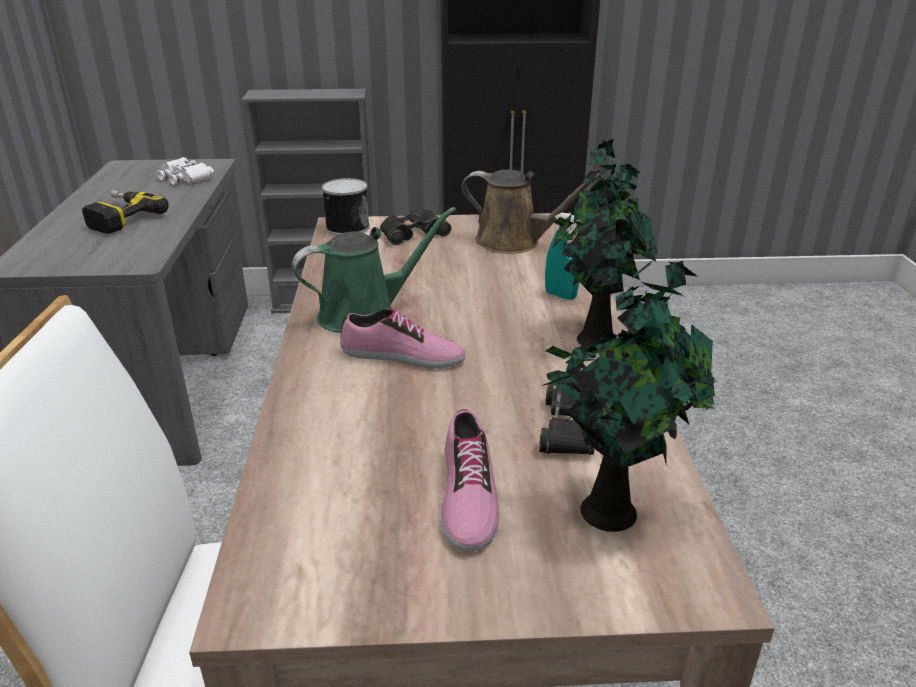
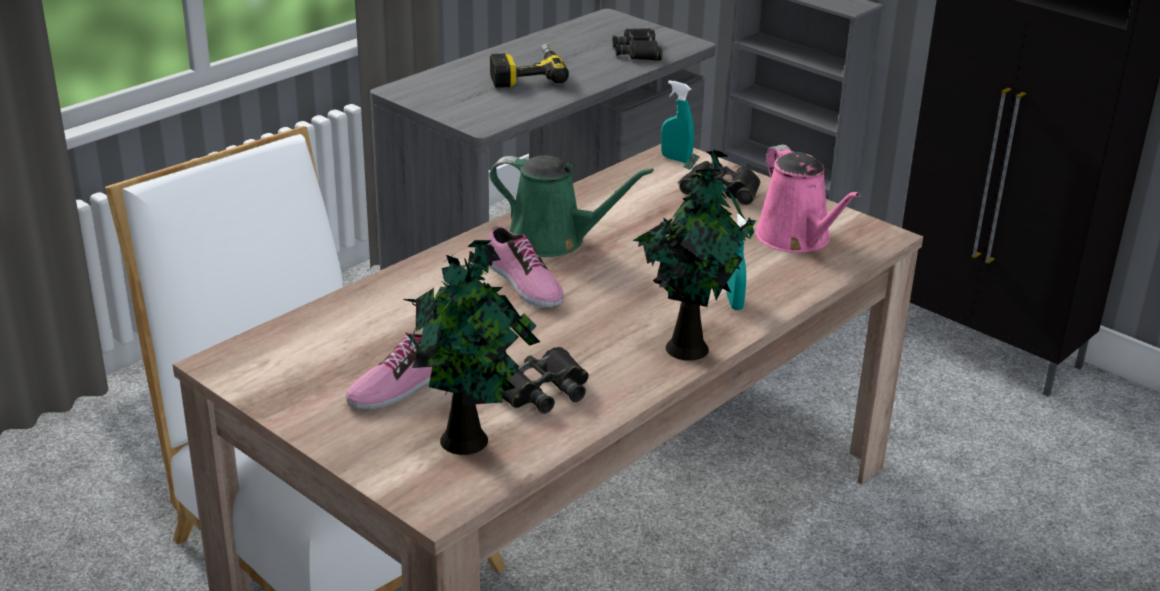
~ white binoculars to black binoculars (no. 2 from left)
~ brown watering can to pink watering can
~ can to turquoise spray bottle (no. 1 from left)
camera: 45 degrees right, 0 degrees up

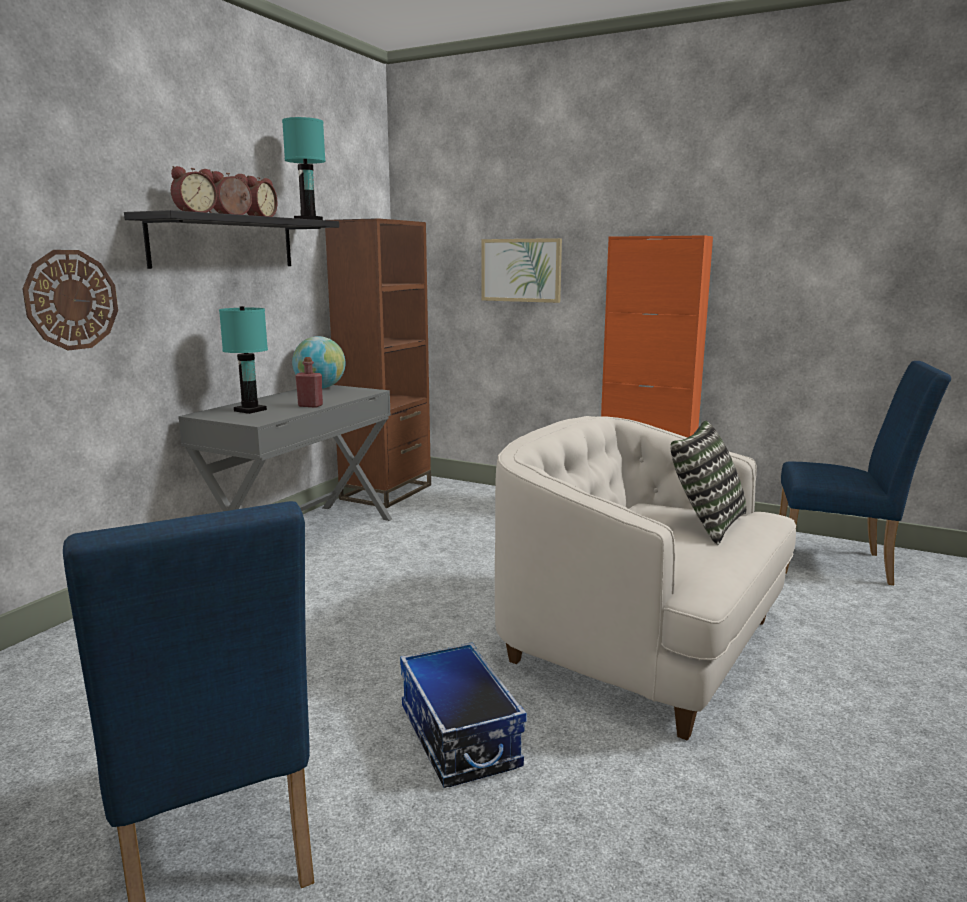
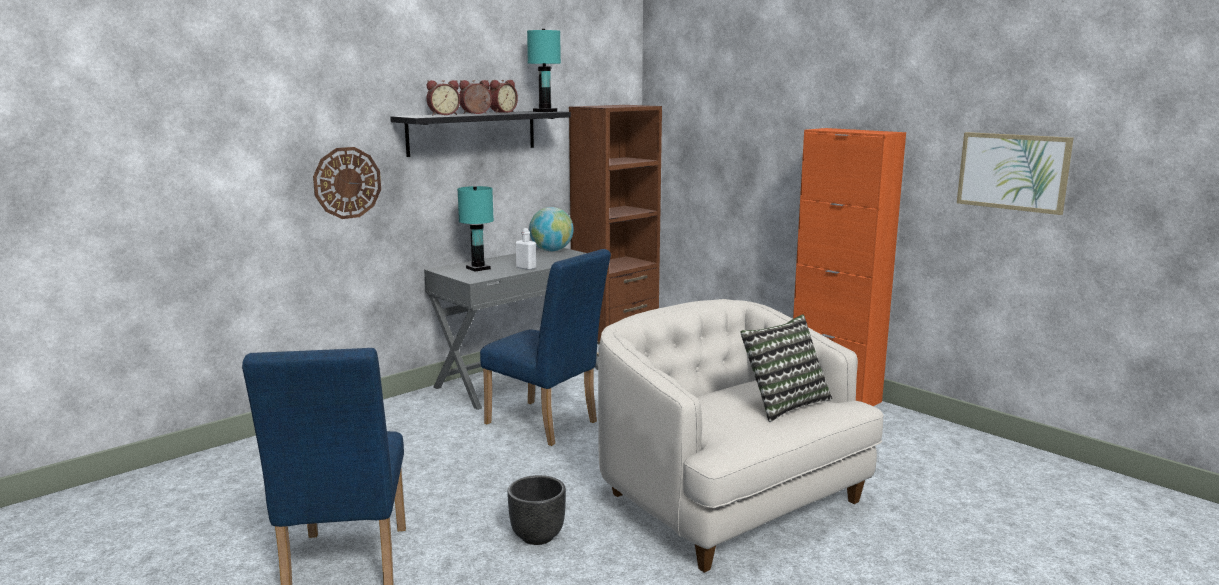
~ picture
~ red bottle to white bottle
~ blue chair (no. 2 from left)
~ storage box to black planter
camera: 20 degrees right, 0 degrees up

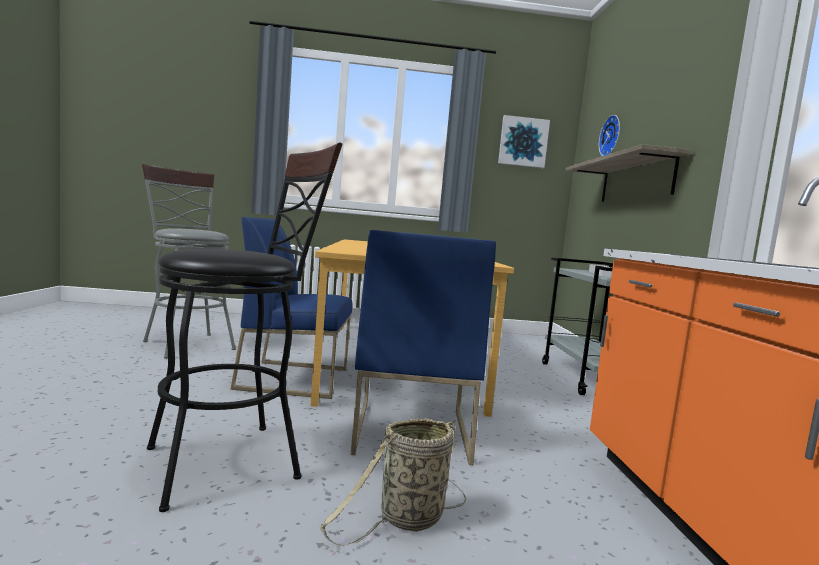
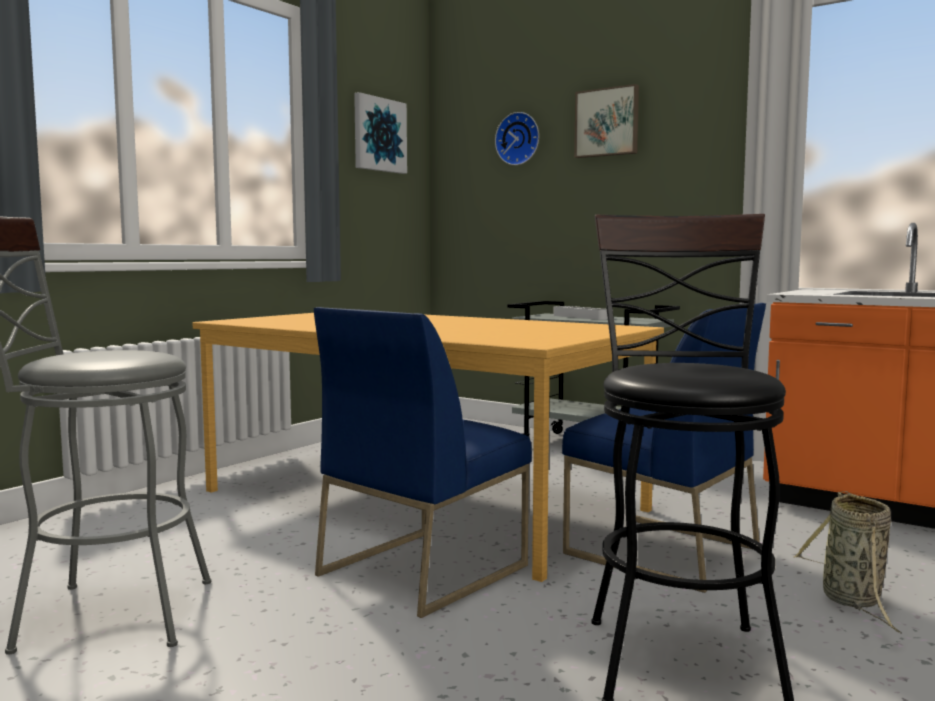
- shelf
+ picture (no. 2 from left)
camera: 50 degrees left, 0 degrees up

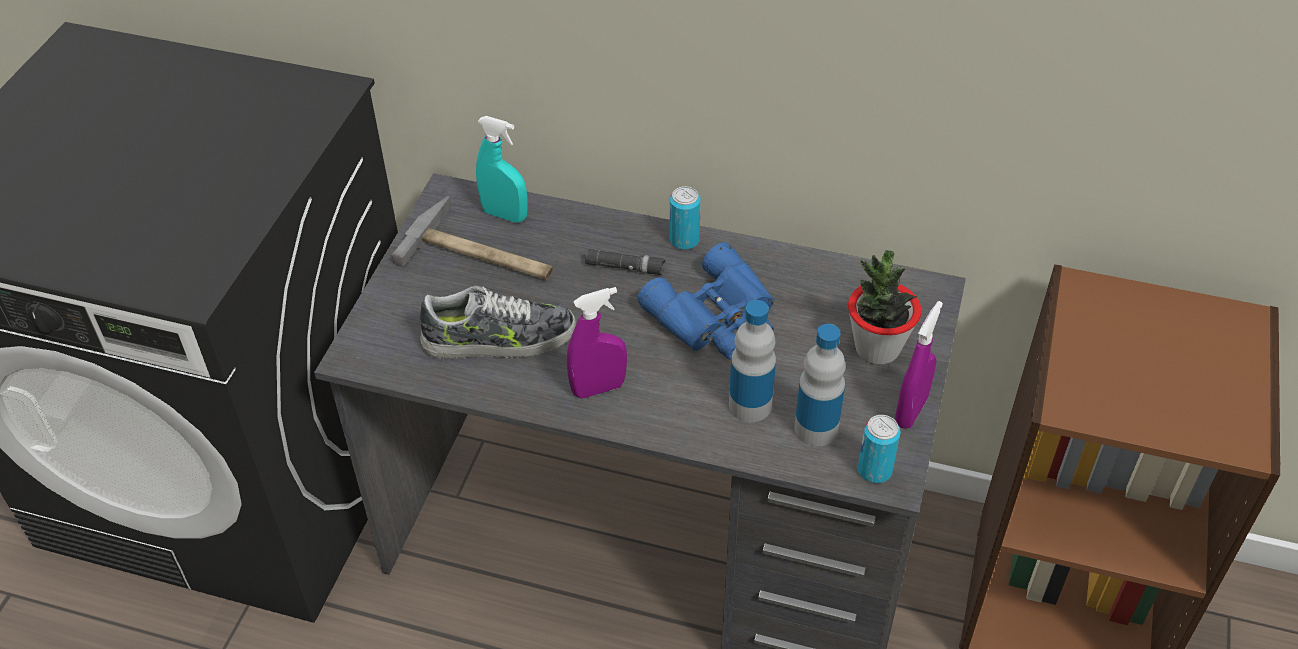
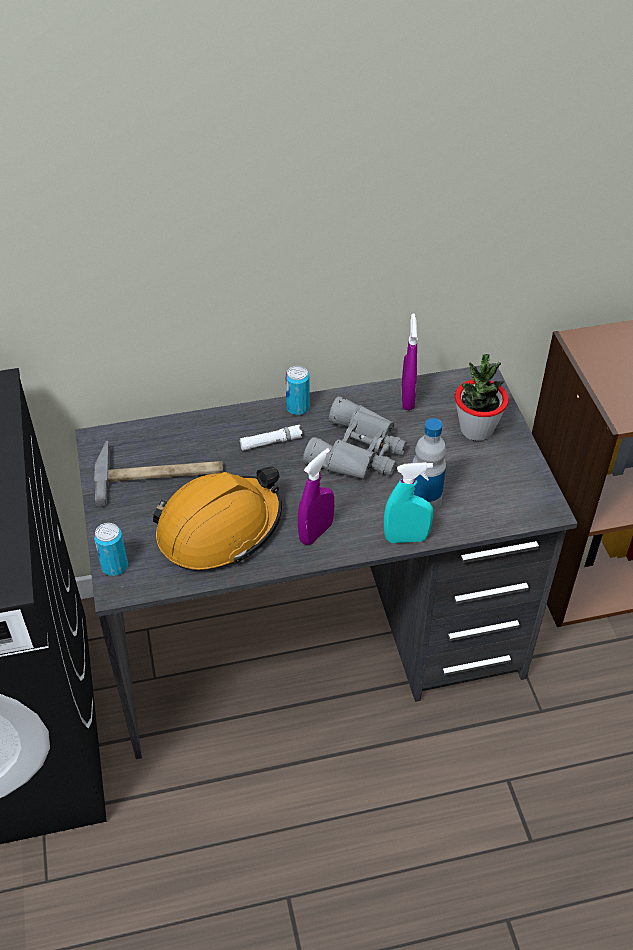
~ turquoise spray bottle
~ blue binoculars to grey binoculars
~ black flashlight to white flashlight
~ shoe to orange hard hat
~ purple spray bottle (no. 2 from left)
- bottle (no. 2 from left)
~ can (no. 2 from left in the first image) to can (no. 1 from left)
camera: 30 degrees left, 0 degrees up

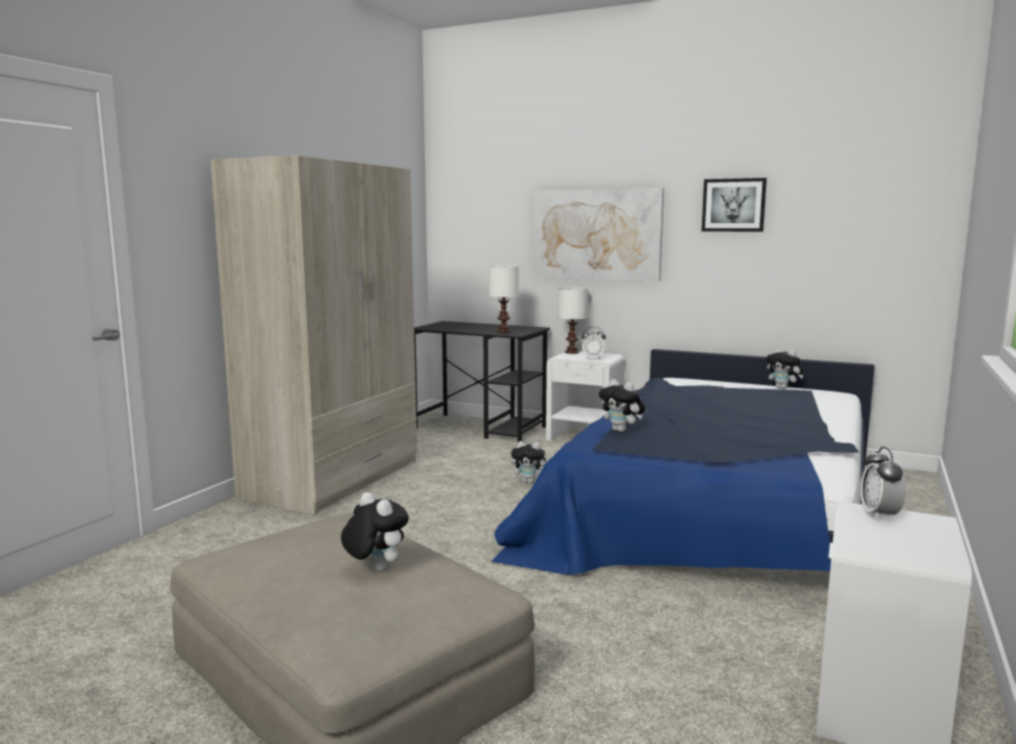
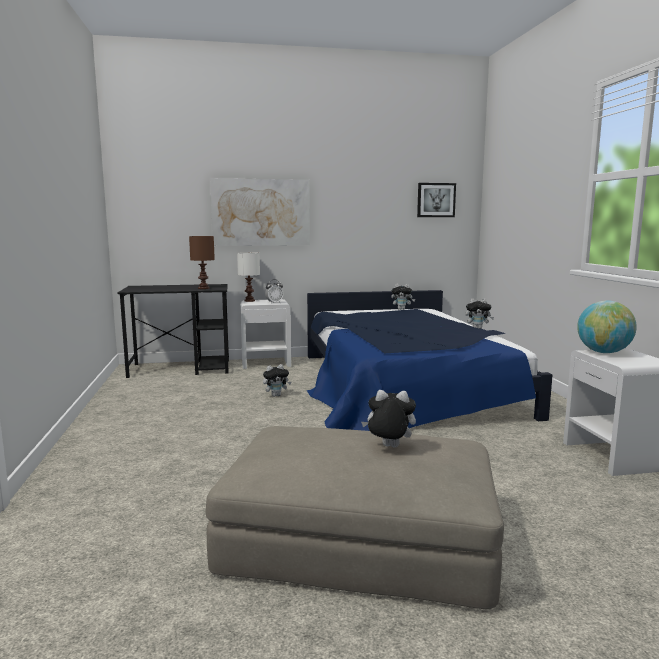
- beige wardrobe
~ picture (no. 2 from left)
~ white table lamp (no. 1 from left) to brown table lamp
~ plush toy (no. 3 from left in the first image) to plush toy (no. 4 from left)
~ alarm clock (no. 2 from left) to globe
camera: 35 degrees left, 0 degrees up

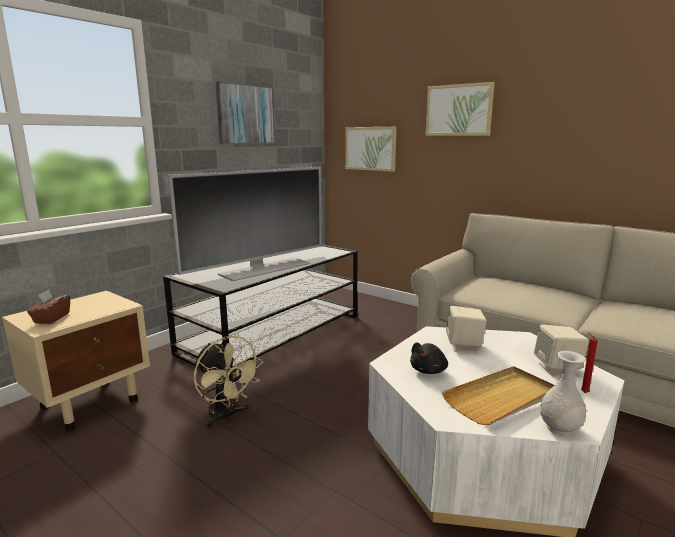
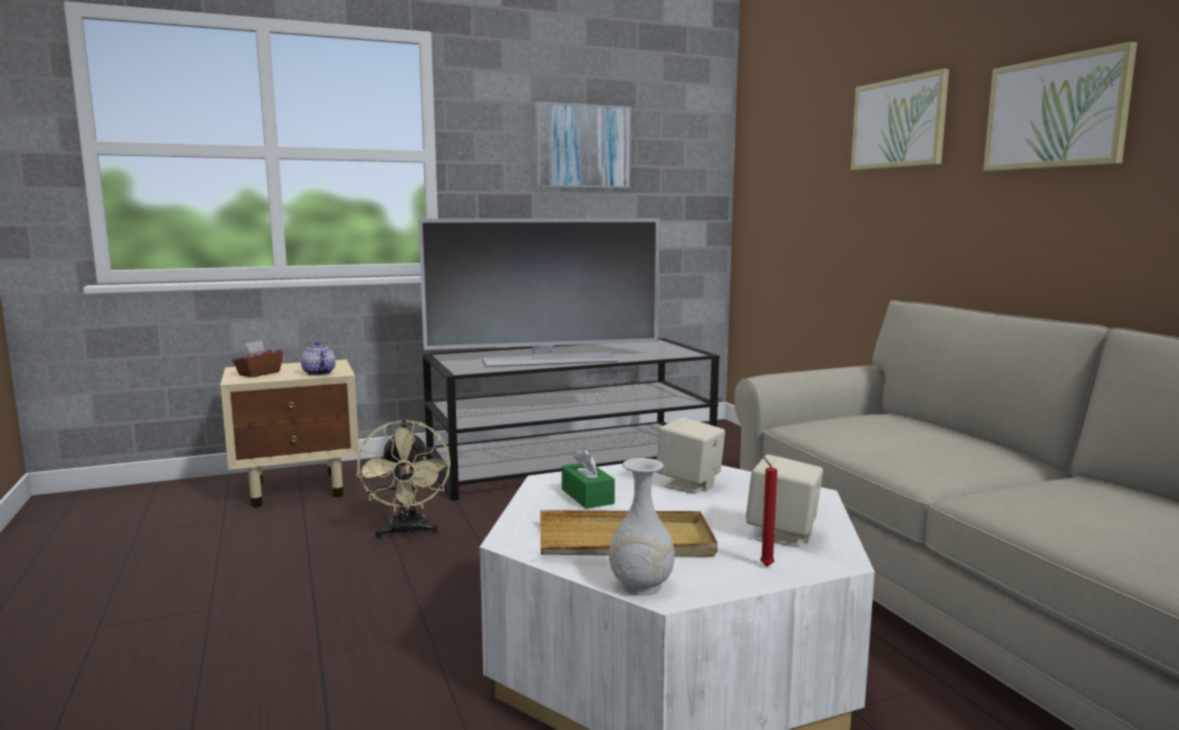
~ picture (no. 2 from left in the first image) to picture (no. 3 from left)
~ black plush toy to green tissue box
+ teapot
camera: 30 degrees right, 5 degrees down

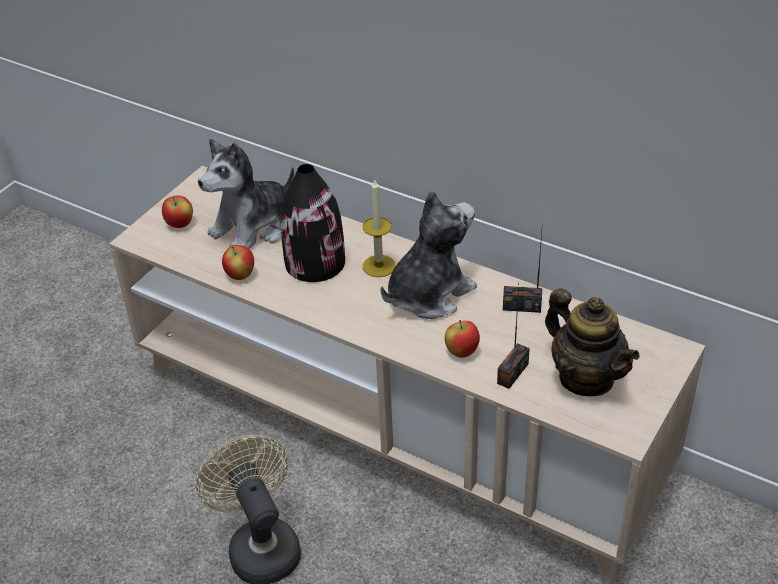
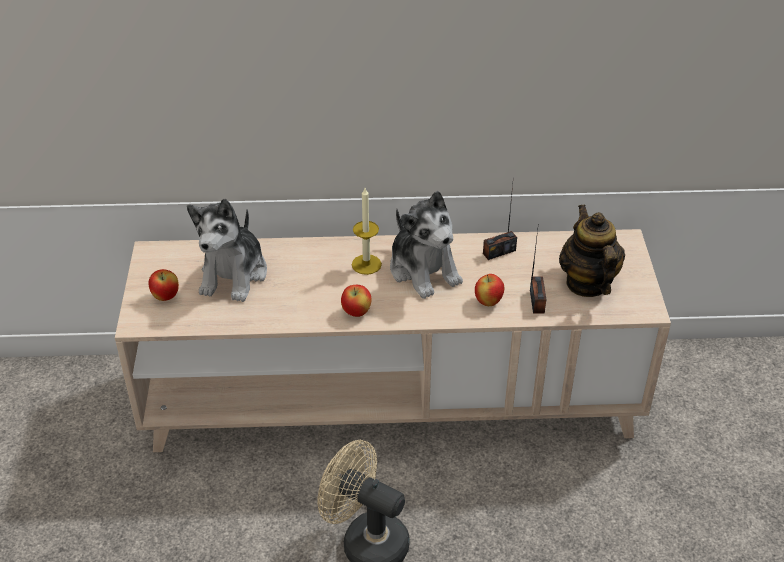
- black vase
~ plush toy (no. 2 from left) 135 degrees clockwise
~ apple (no. 2 from left)
~ teapot 120 degrees counterclockwise
camera: 35 degrees left, 0 degrees up

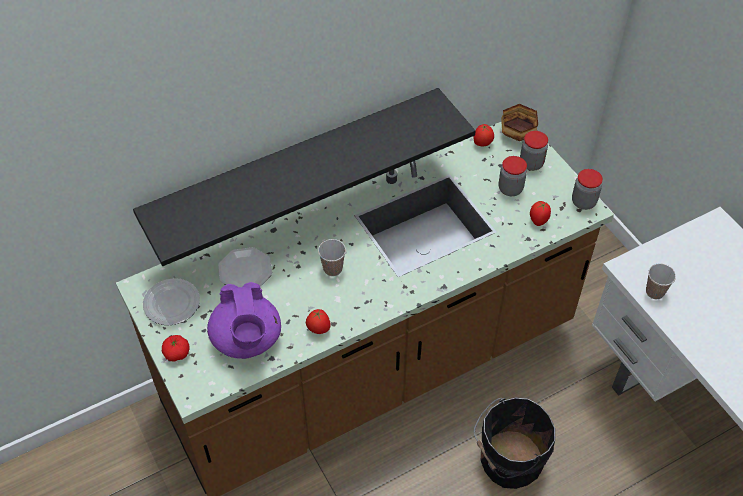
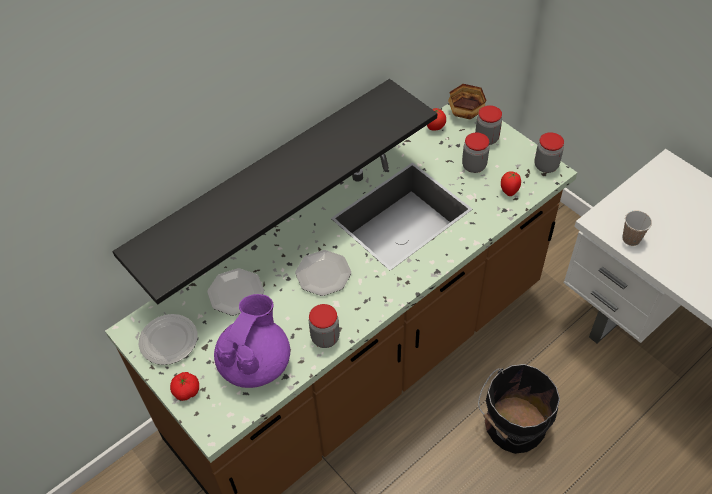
~ cup (no. 1 from left) to plate (no. 3 from left)
~ purple teapot 135 degrees counterclockwise
~ tomato (no. 2 from left) to jar (no. 1 from left)
camera: 10 degrees left, 0 degrees up

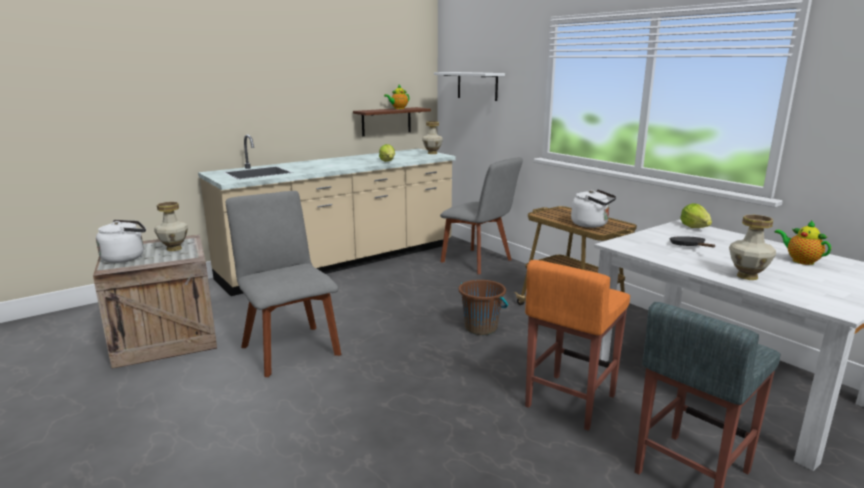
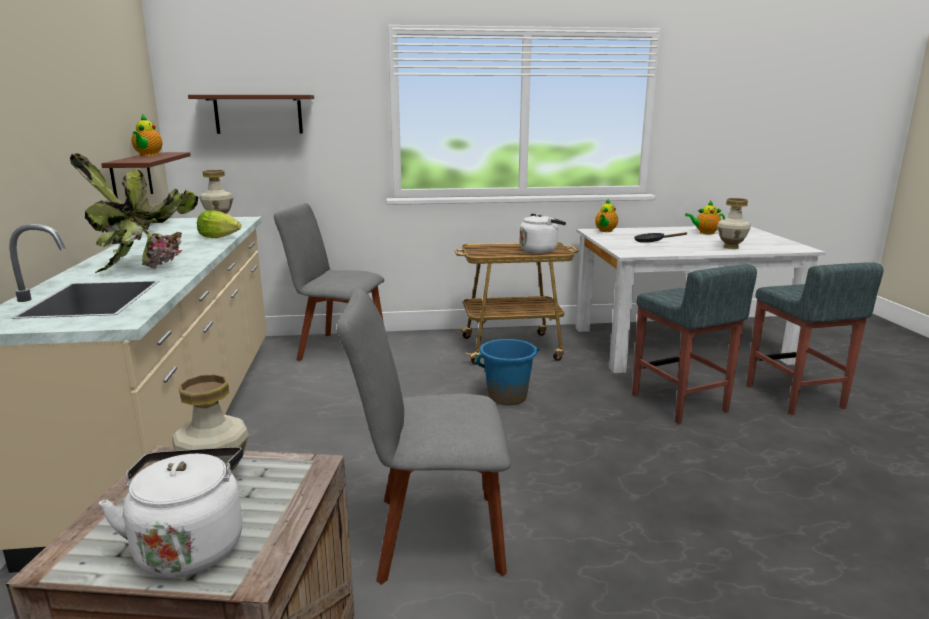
~ white shelf to brown shelf (no. 2 from left)
~ grey chair (no. 2 from left in the first image) 150 degrees counterclockwise
~ lettuce (no. 2 from left) to teapot (no. 2 from left)
~ orange stool to grey stool (no. 1 from left)
~ brown bucket to blue bucket
+ potted plant
camera: 60 degrees left, 0 degrees up

